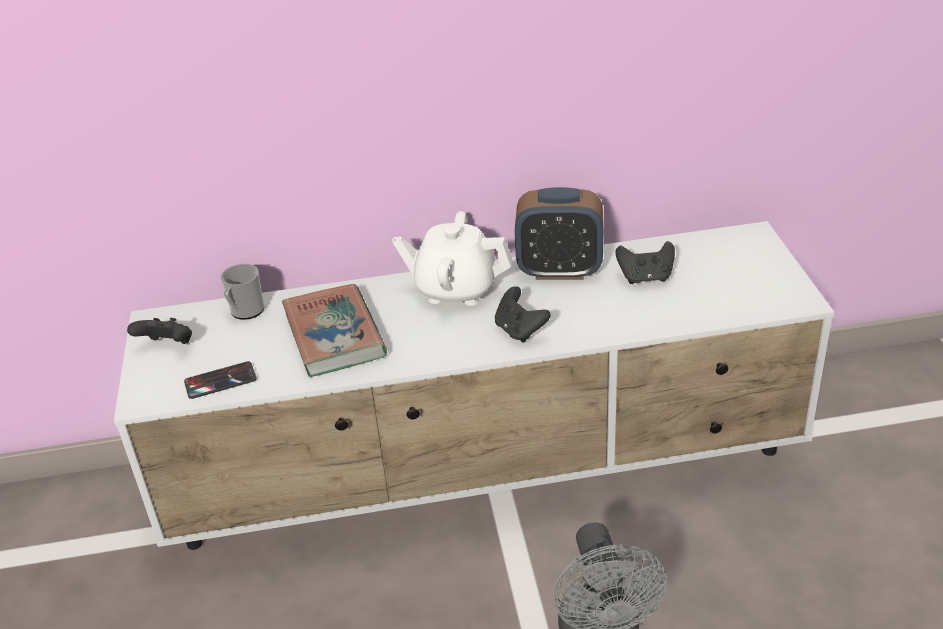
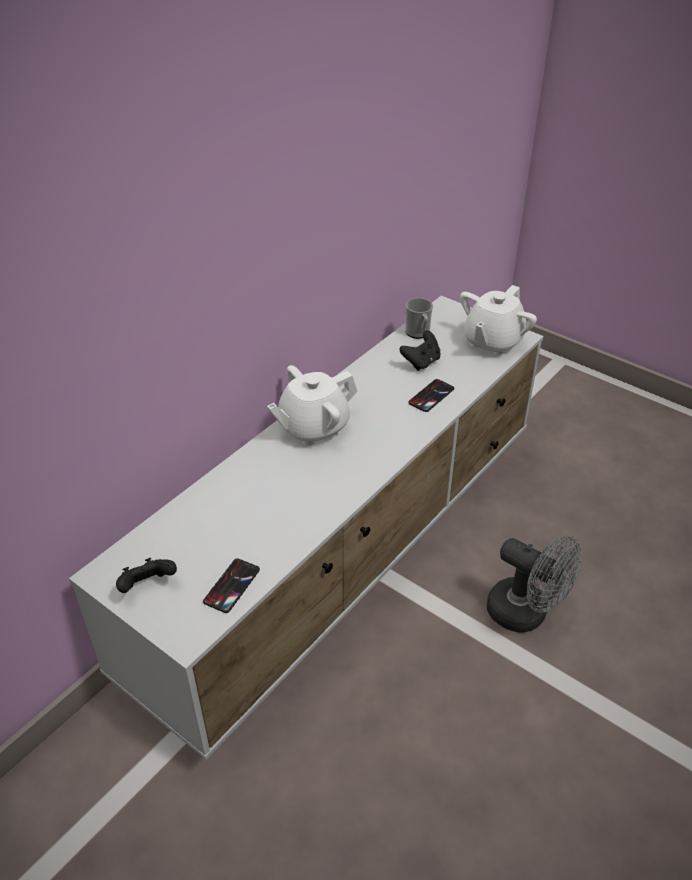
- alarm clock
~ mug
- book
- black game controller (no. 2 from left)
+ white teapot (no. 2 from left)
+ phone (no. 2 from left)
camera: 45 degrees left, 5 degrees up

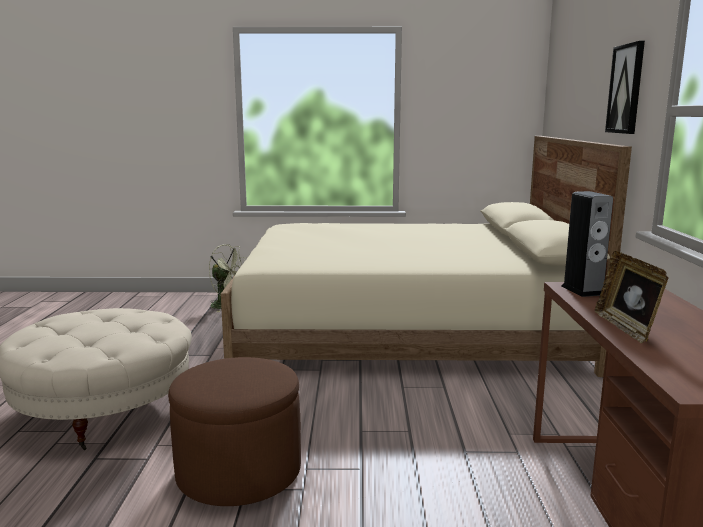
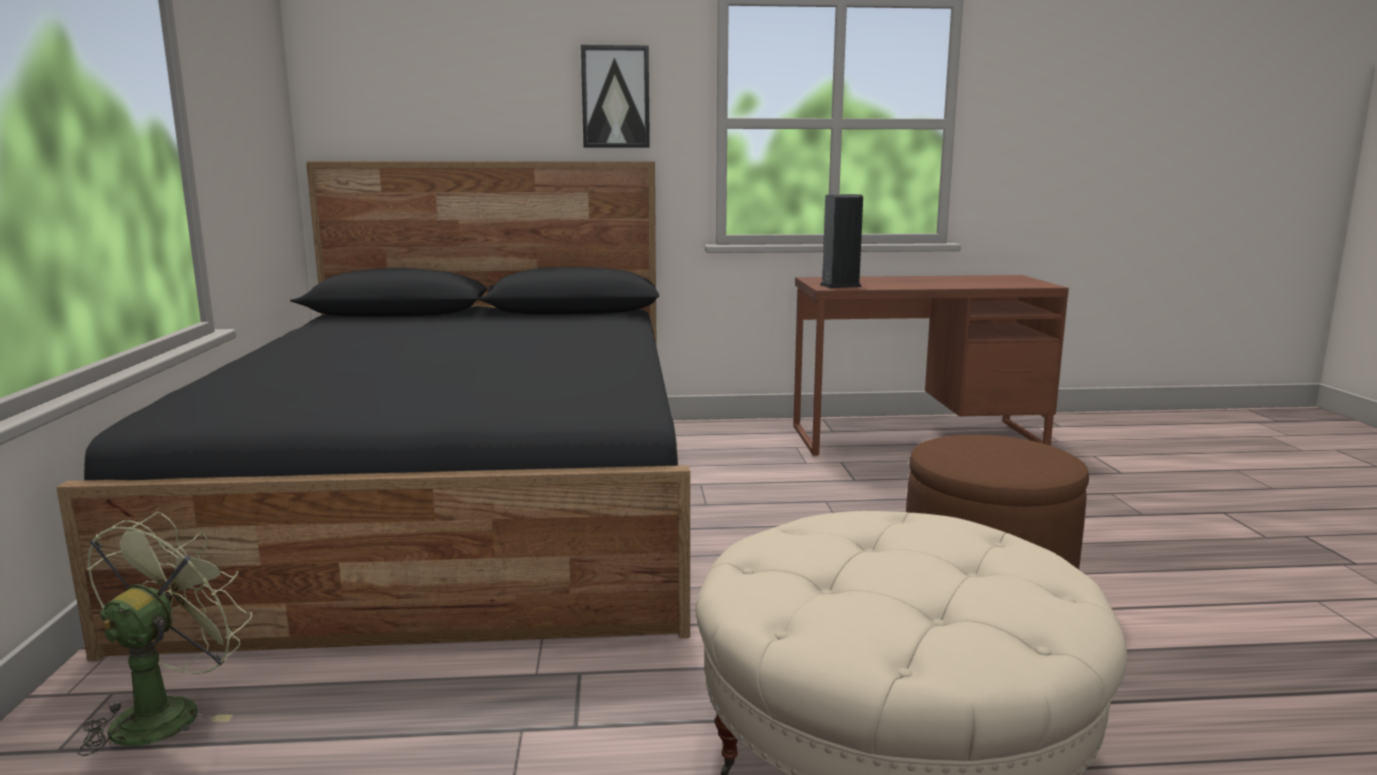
~ beige bed to black bed
- picture frame
camera: 95 degrees left, 0 degrees up

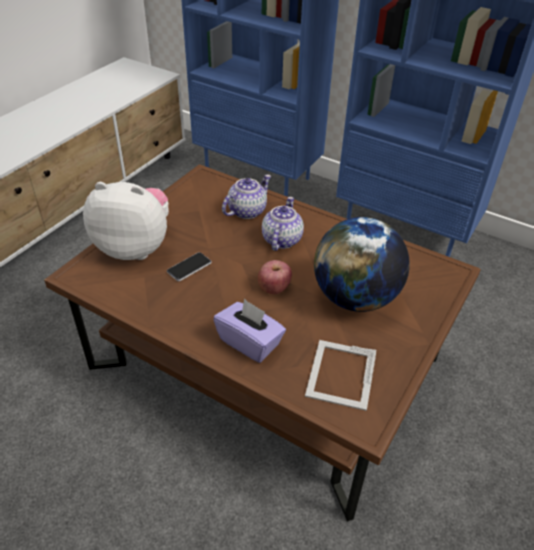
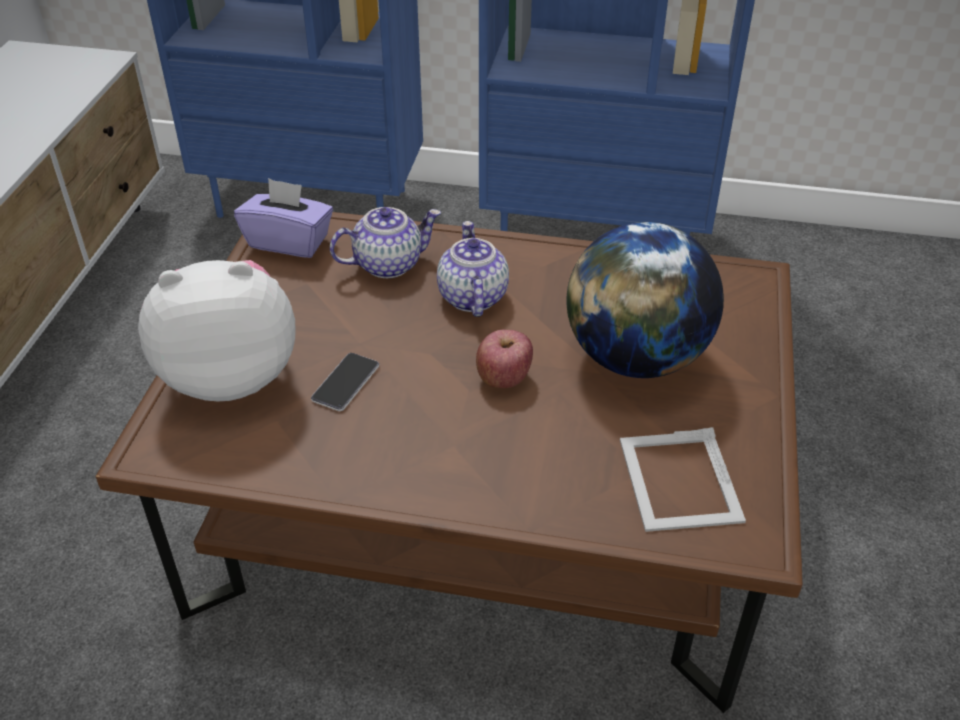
~ teapot (no. 1 from left) 45 degrees clockwise
~ purple tissue box
camera: 20 degrees left, 0 degrees up

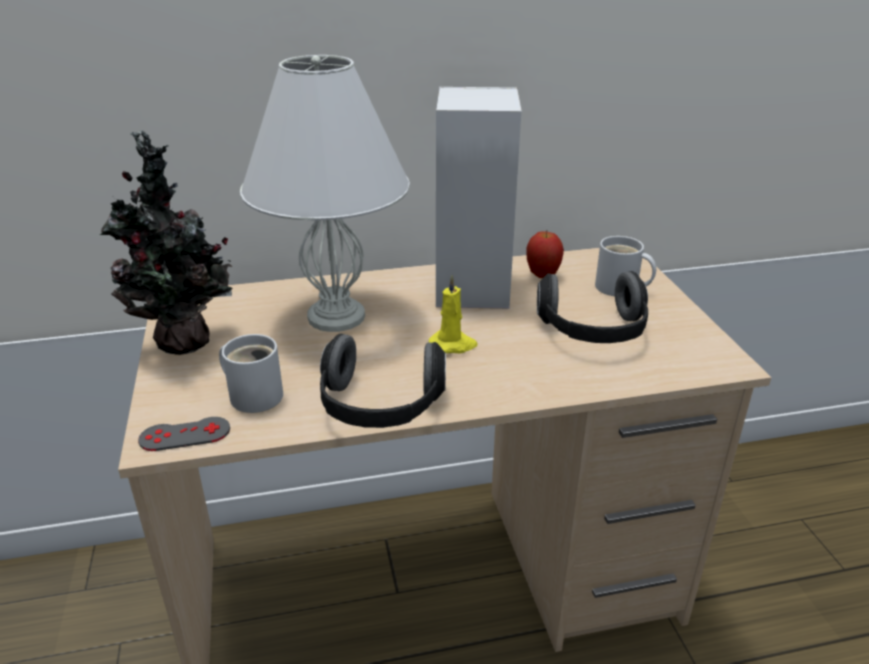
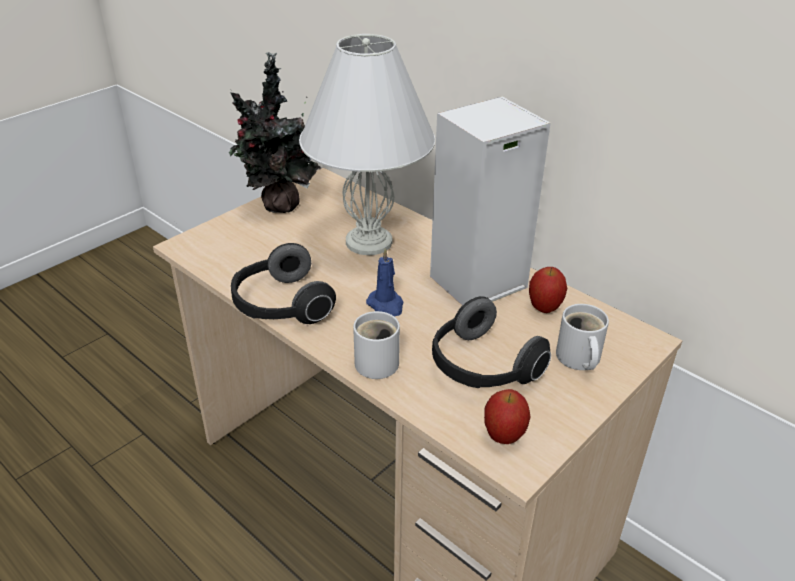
~ yellow candle to blue candle
~ white mug (no. 1 from left)
- grey game controller
+ apple (no. 1 from left)
camera: 55 degrees right, 5 degrees up

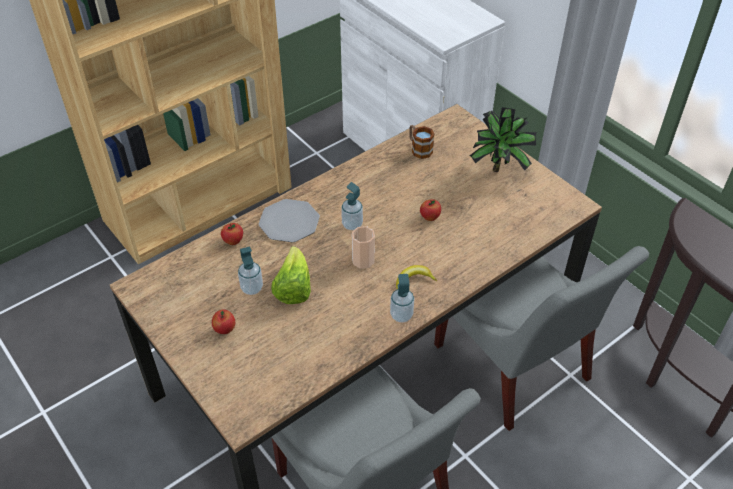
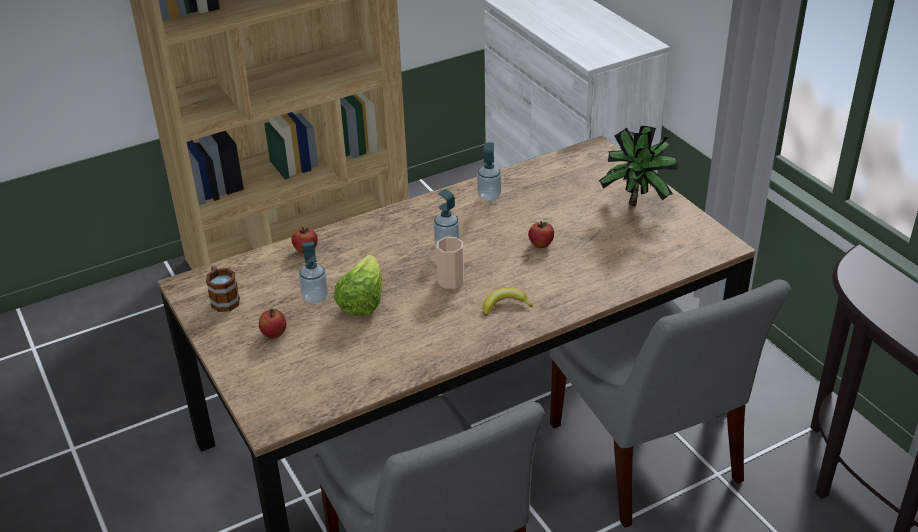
~ mug
- plate
~ soap dispenser (no. 3 from left)
camera: 10 degrees right, 10 degrees down

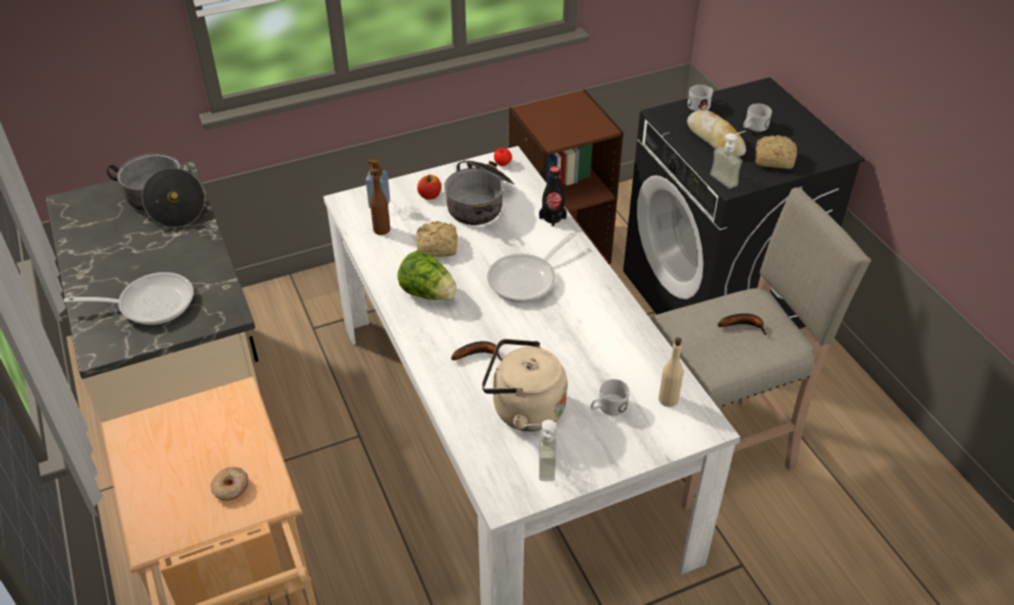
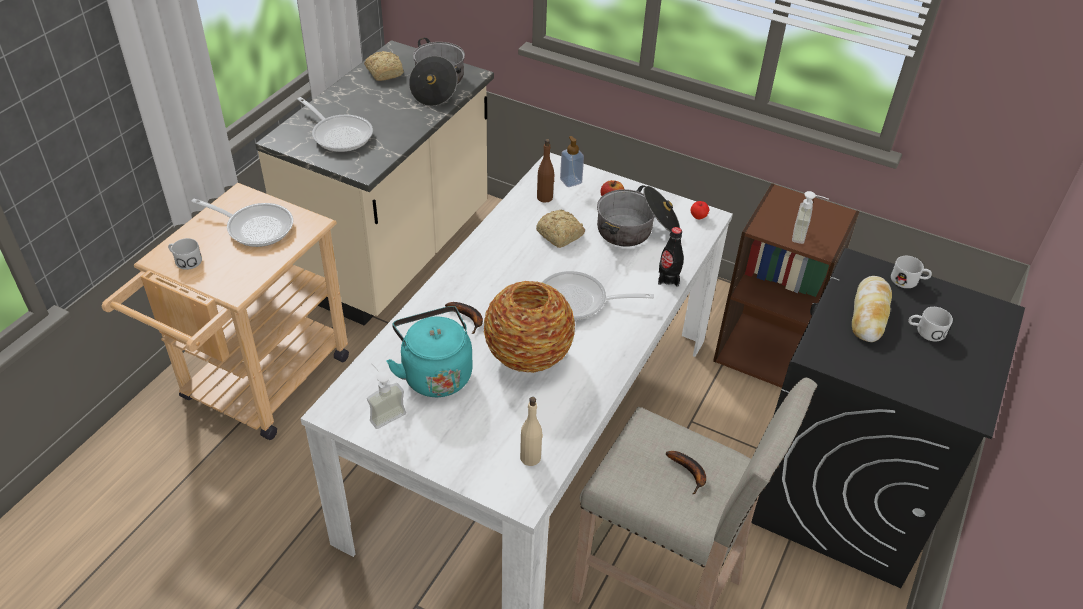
~ soap dispenser (no. 3 from left)
~ bread (no. 3 from left in the first image) to bread (no. 1 from left)
- lettuce
~ beige kettle to turquoise kettle
~ white mug (no. 1 from left)
- donut
+ frying pan (no. 1 from left)
+ vase
camera: 50 degrees right, 0 degrees up

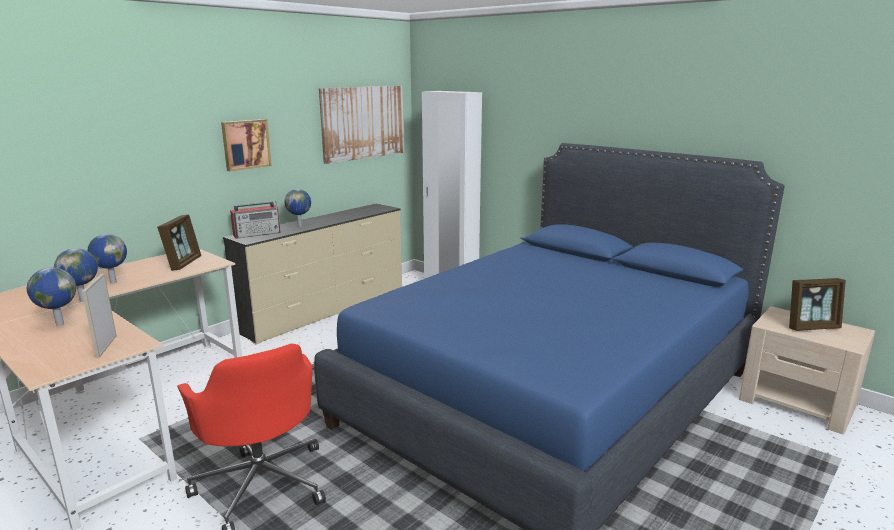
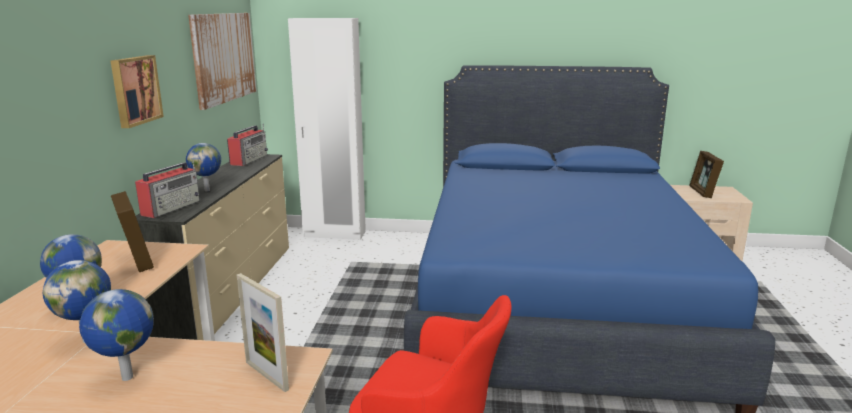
~ picture frame (no. 3 from left) 135 degrees clockwise
+ radio (no. 2 from left)
camera: 35 degrees left, 0 degrees up

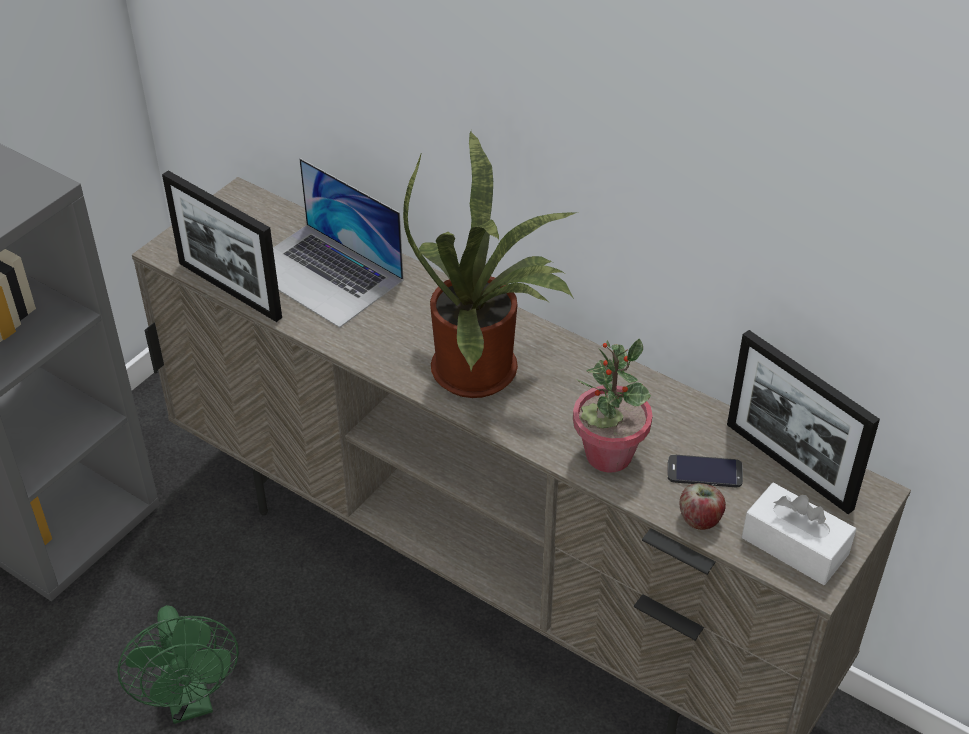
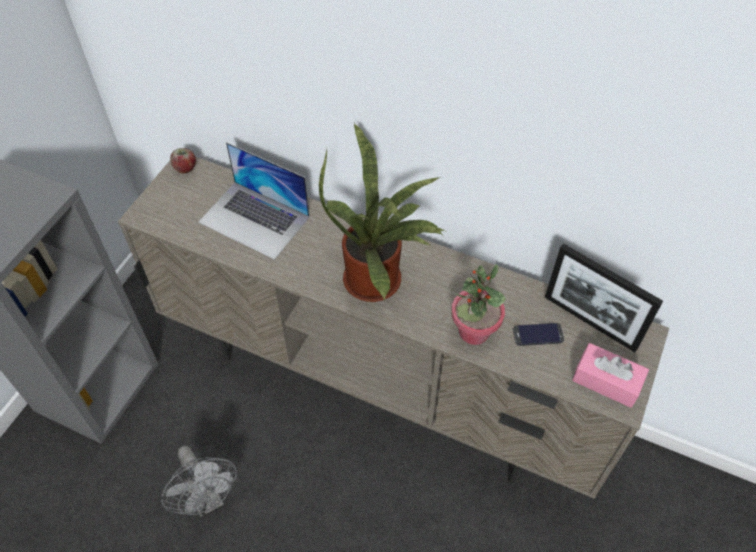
- picture frame (no. 1 from left)
~ apple
~ white tissue box to pink tissue box
~ green fan to grey fan
camera: 10 degrees left, 10 degrees up

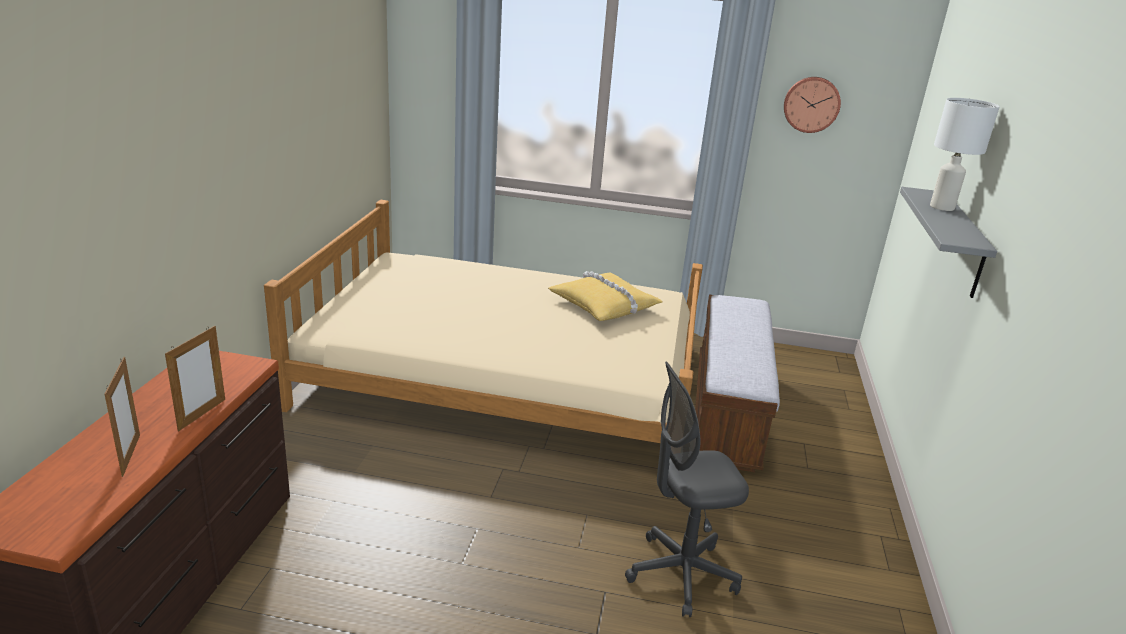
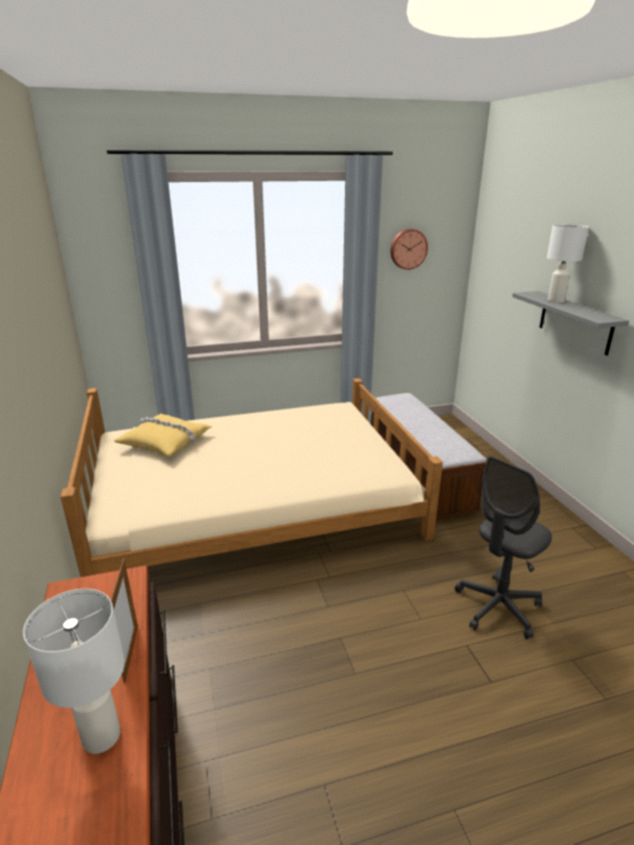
~ yellow pillow
~ picture frame (no. 1 from left) to white table lamp (no. 1 from left)
camera: 25 degrees left, 0 degrees up

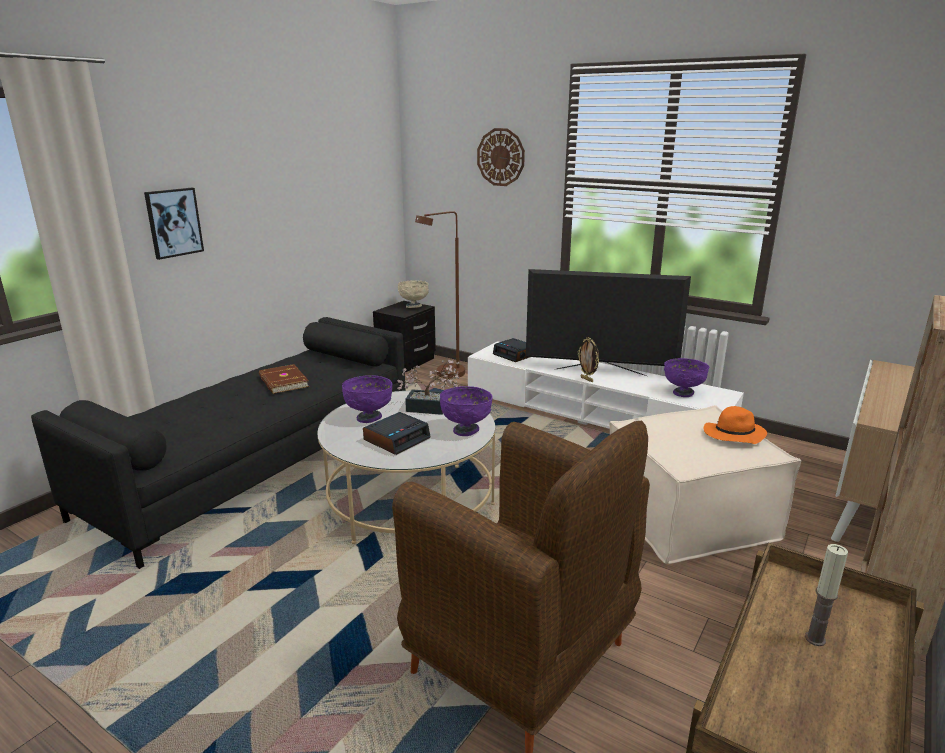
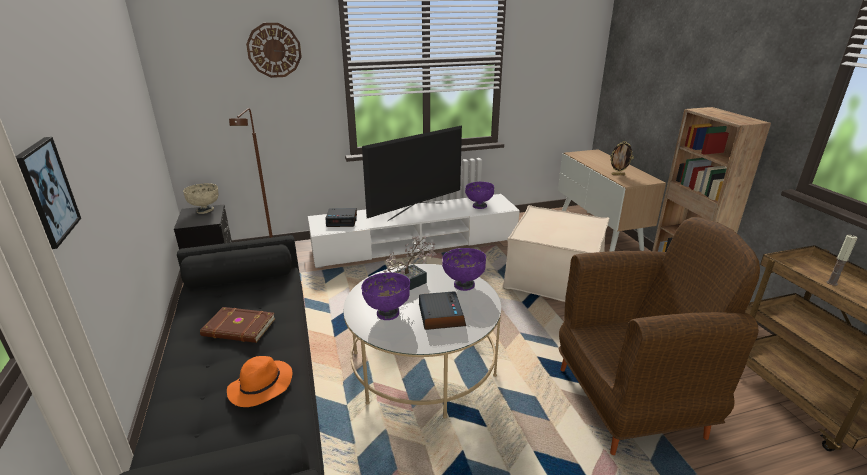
~ picture frame
~ orange hat
camera: 50 degrees left, 5 degrees up

